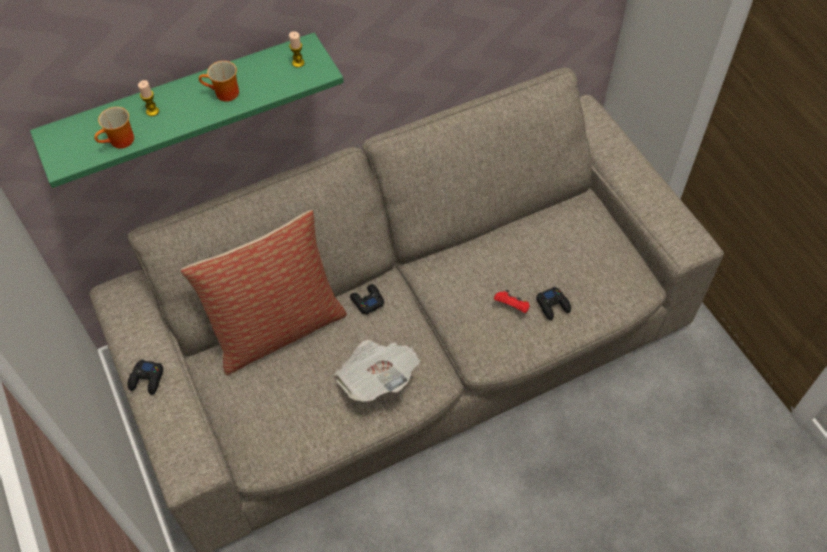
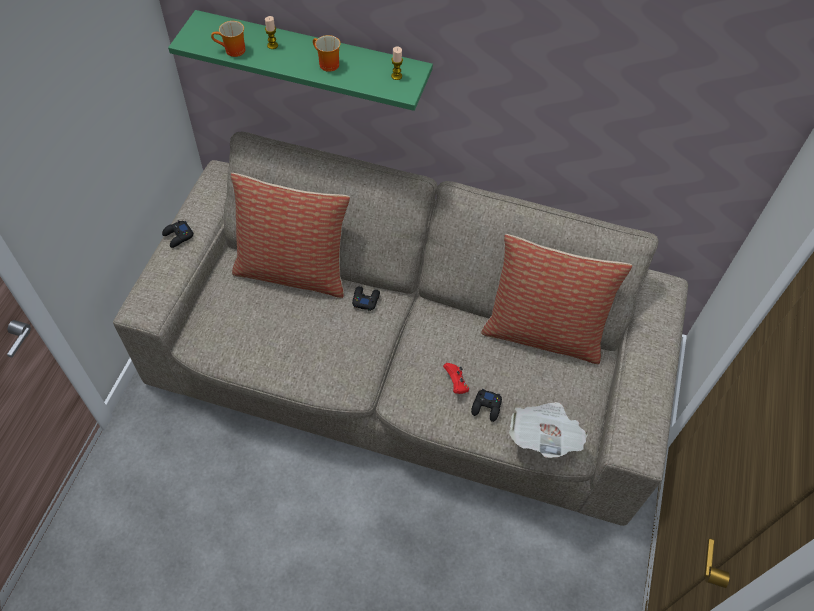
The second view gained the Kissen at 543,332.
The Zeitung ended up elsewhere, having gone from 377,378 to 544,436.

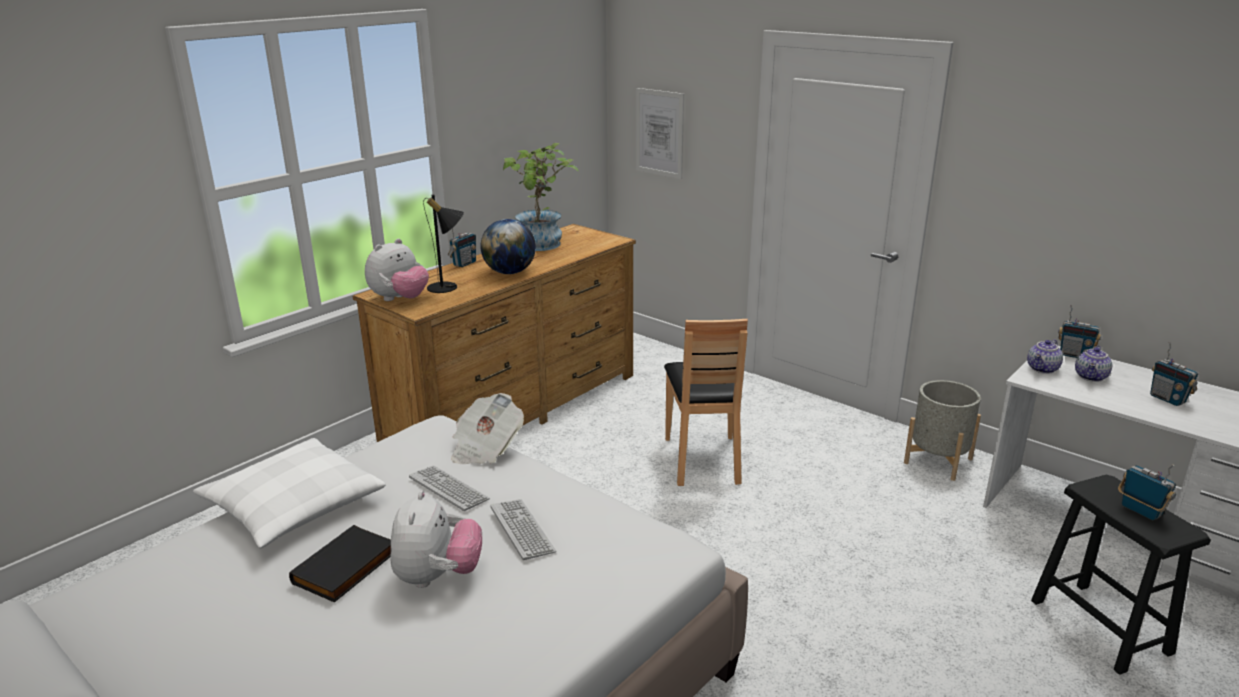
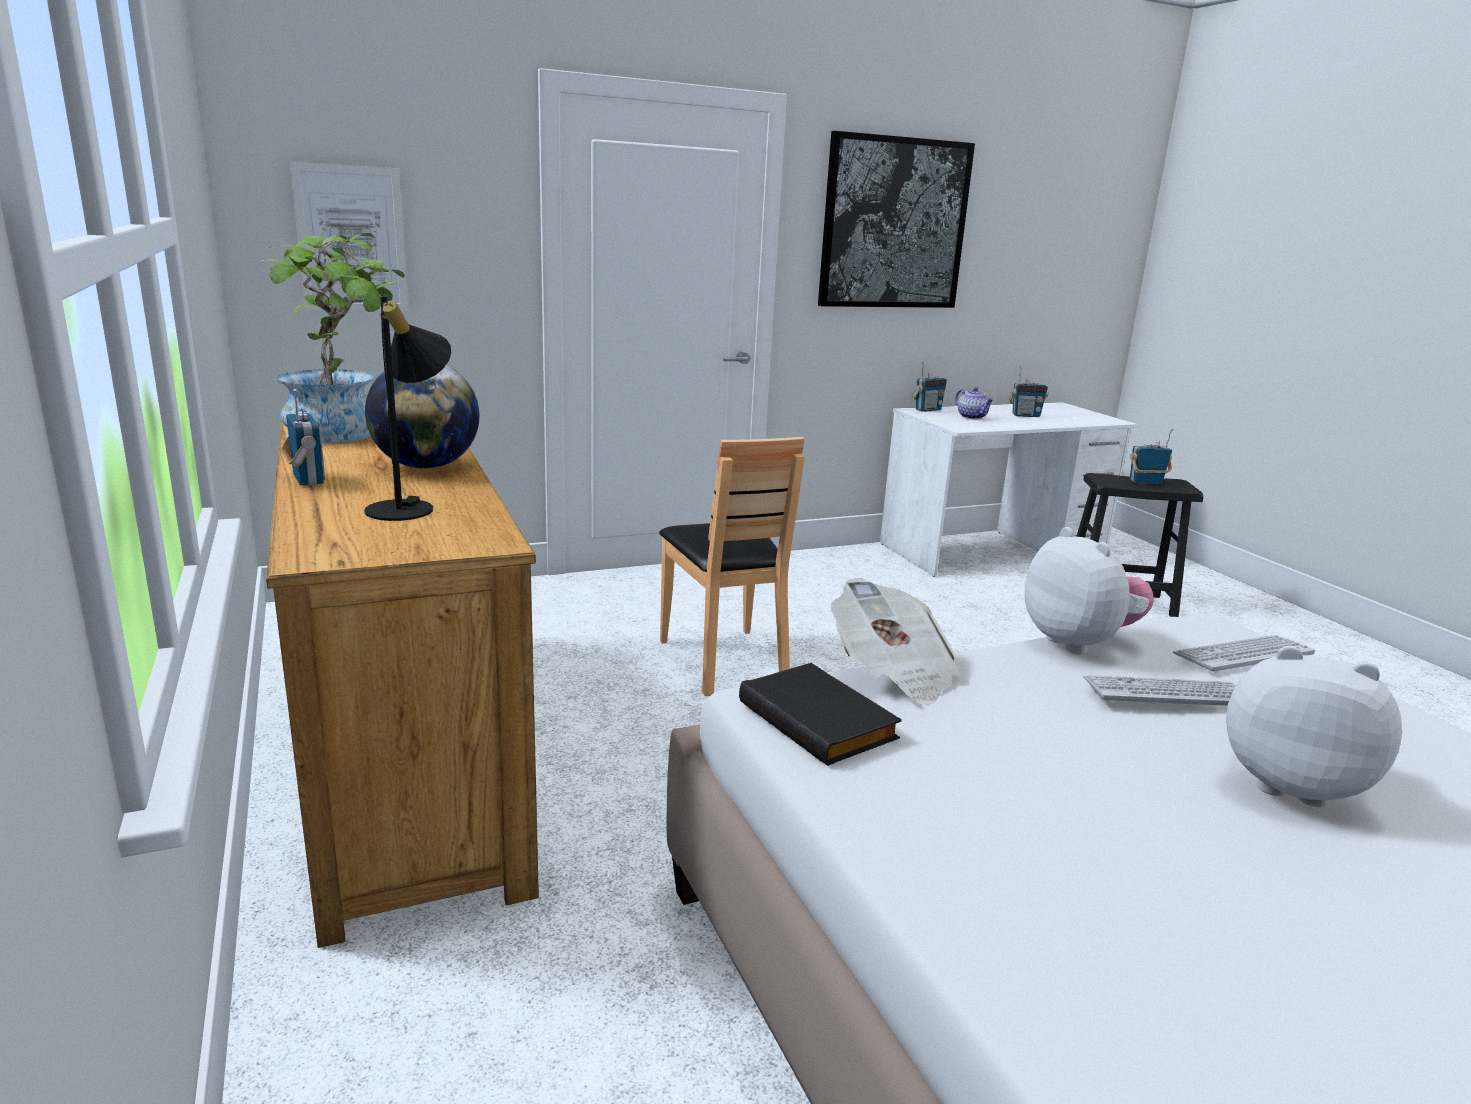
The second view lost the Kissen (weiß) at 293,505.
The second view lost the Pflanzkübel (grau) at 938,461.
The second view lost the Teekanne at 1043,369.
The second view gained the Bild at 894,224.
The Buch (schwarz) ended up elsewhere, having gone from 346,568 to 820,719.
The Plüschtier ended up elsewhere, having gone from 399,299 to 1078,642.
The Tastatur ended up elsewhere, having gone from 448,489 to 1243,655.
The Stuhl (braun) at 703,459 ended up facing another way, 45 degrees clockwise from before.

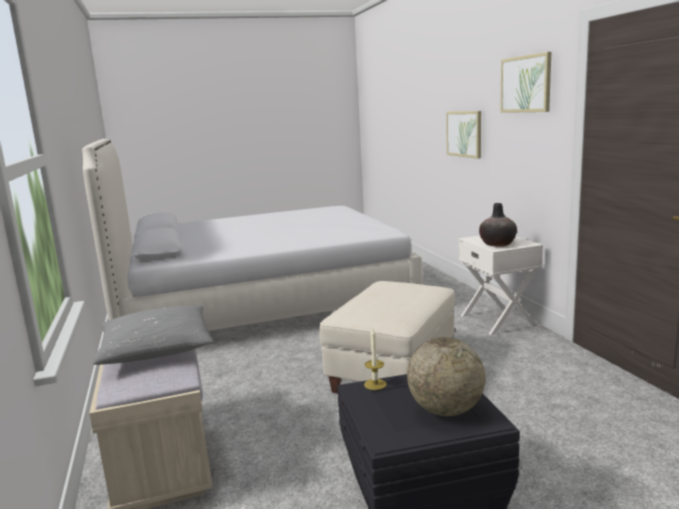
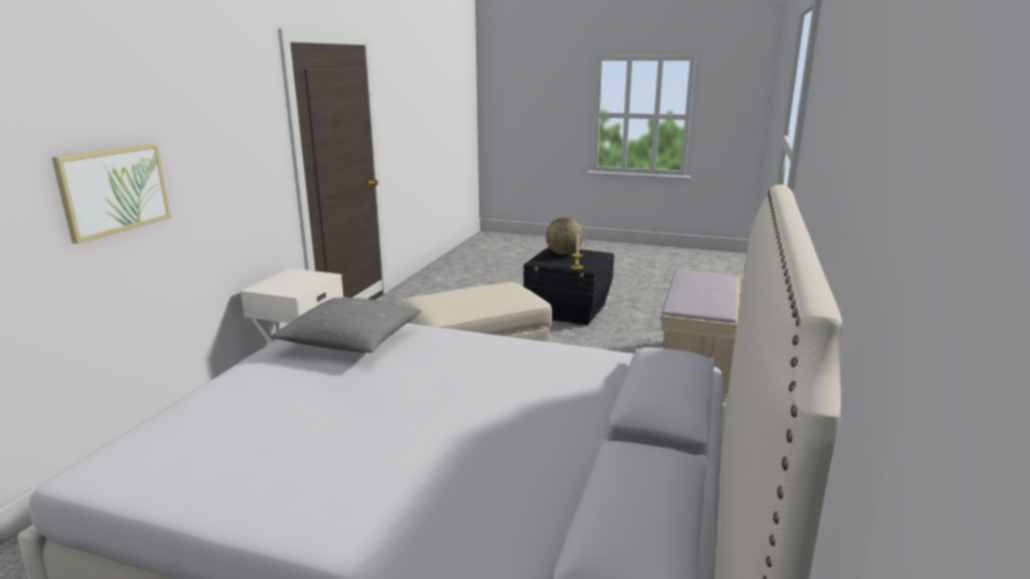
The second view lost the Vase at 497,244.
The second view lost the Bild at 526,84.
The Kissen (grau) ended up elsewhere, having gone from 156,349 to 351,340.

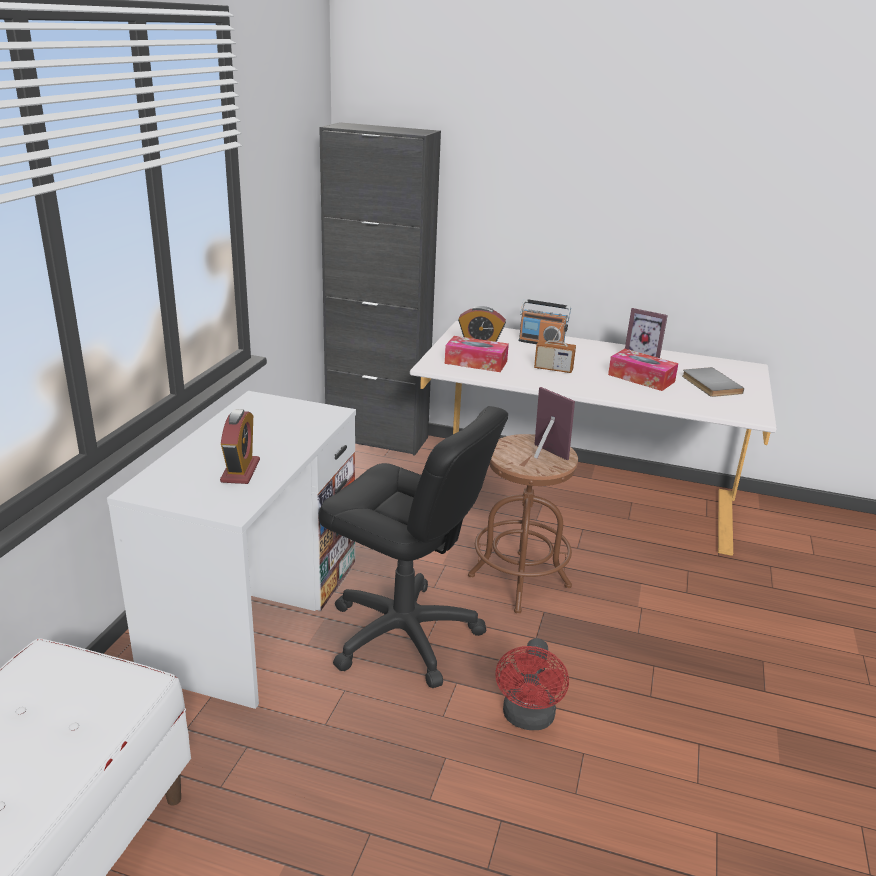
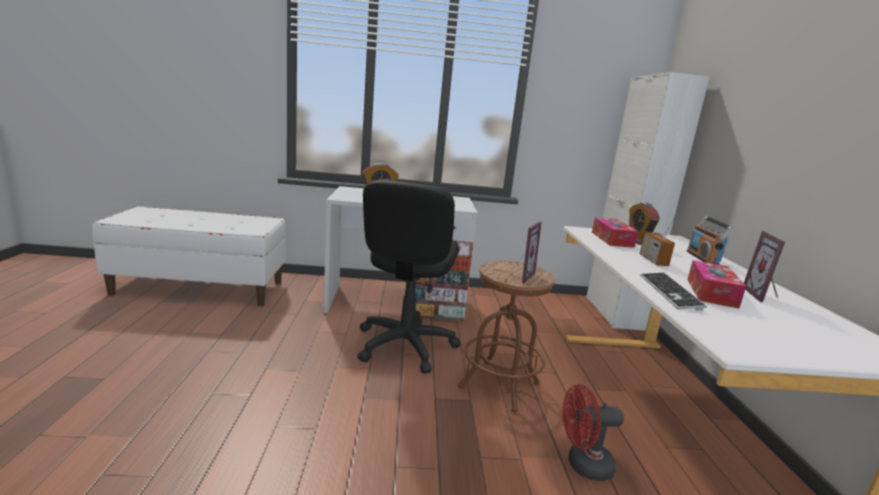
The second view lost the Buch (grau) at 709,384.
The second view gained the Tastatur at 669,292.
The Ventilator (rot) ended up elsewhere, having gone from 528,719 to 583,465.
What was the Schrank (schwarz) at 377,438 turned into the Schrank (weiß) at 613,312.

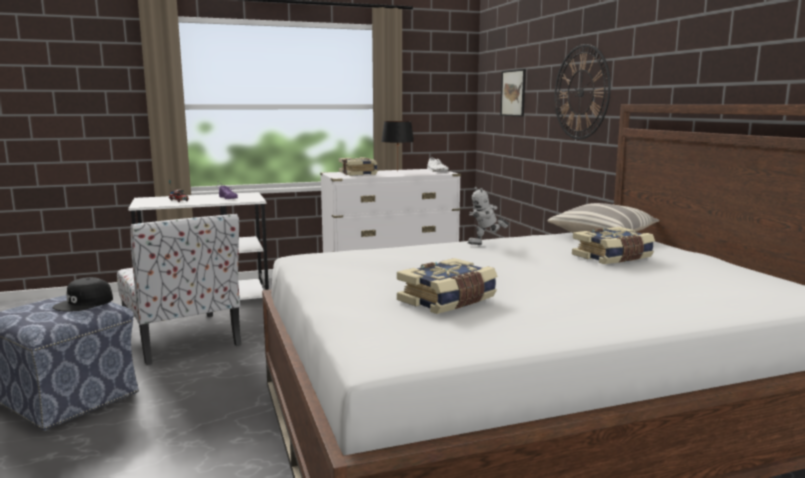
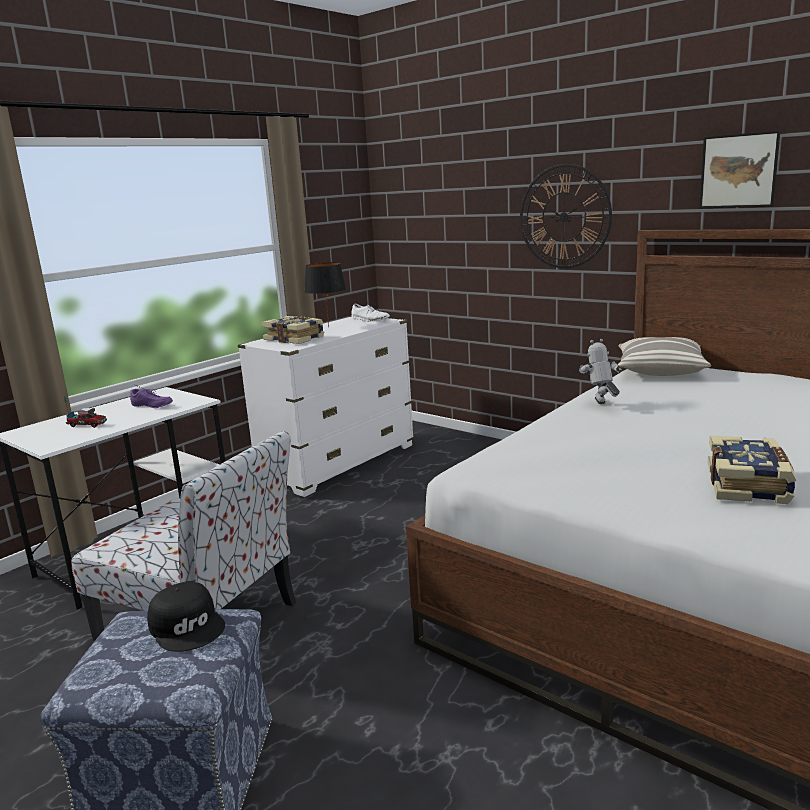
The second view lost the Buch at 613,257.
The Bild ended up elsewhere, having gone from 513,93 to 738,171.
The Kappe (schwarz) at 84,303 ended up facing another way, 45 degrees counterclockwise from before.
The Spielzeugroboter at 486,244 ended up facing another way, 135 degrees clockwise from before.

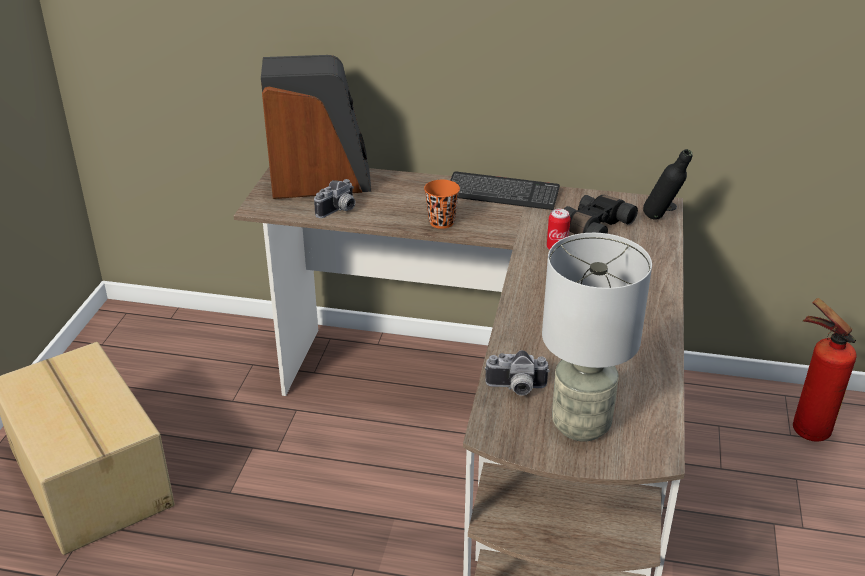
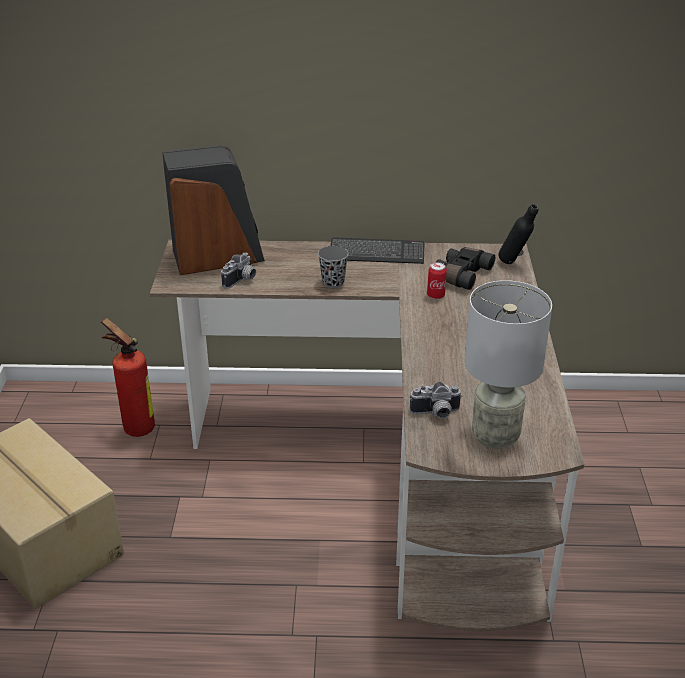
The Feuerlöscher ended up elsewhere, having gone from 805,428 to 135,427.
What was the Tasse (orange) at 441,222 turned into the Tasse (grau) at 333,282.

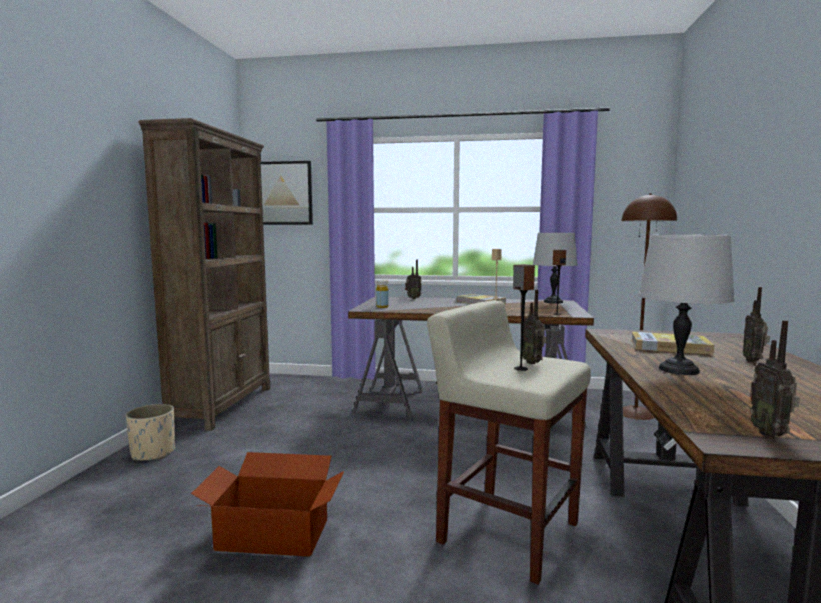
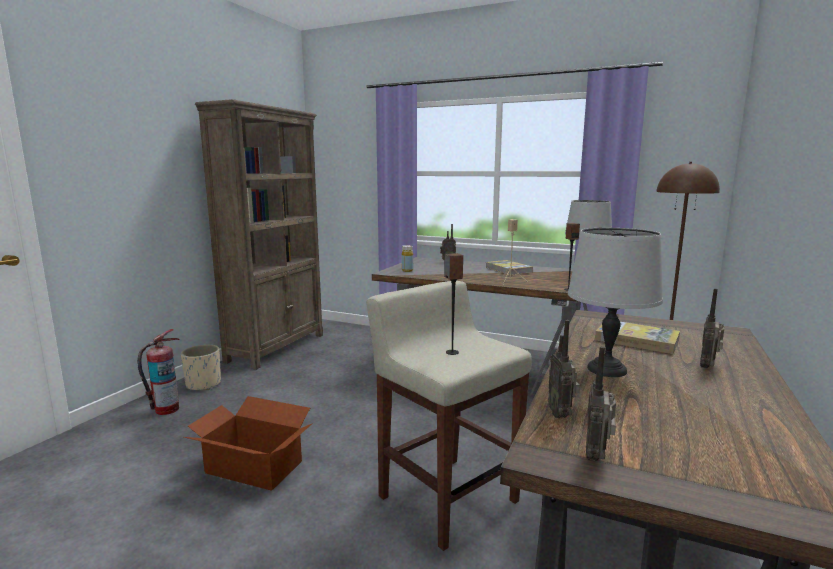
The second view lost the Bild at 282,193.
The second view gained the Feuerlöscher at 166,409.
The Radio ended up elsewhere, having gone from 533,362 to 561,414.

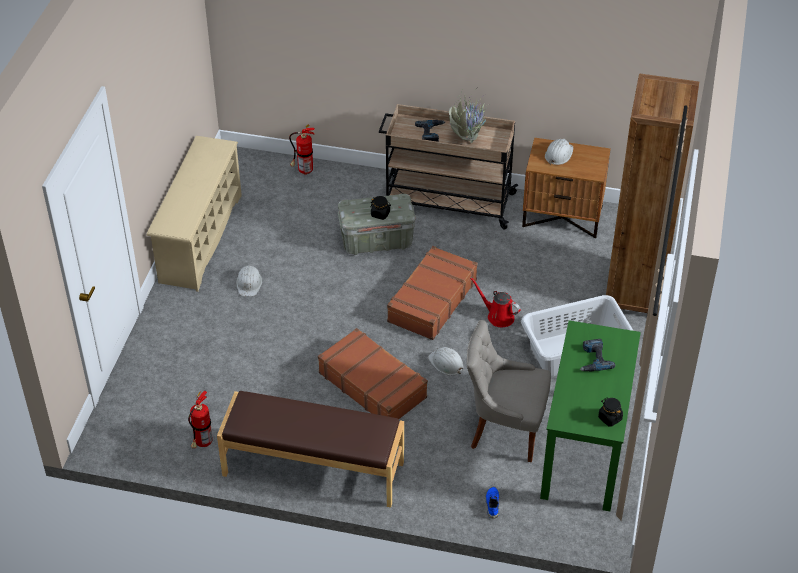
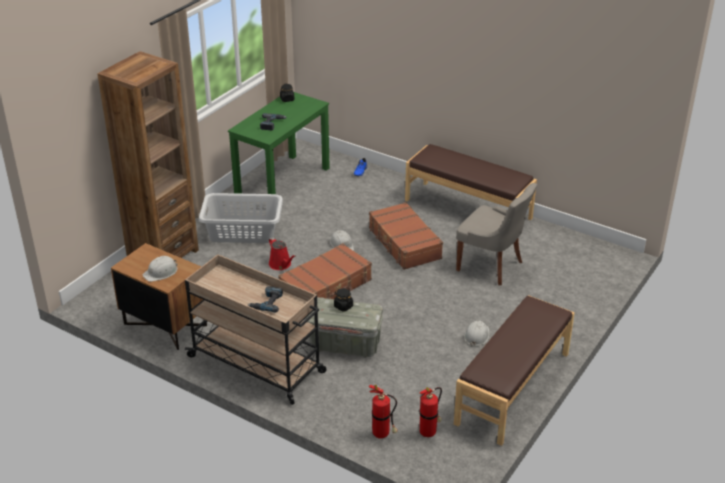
The second view lost the Topfpflanze at 468,139.
The Feuerlöscher ended up elsewhere, having gone from 202,444 to 429,432.
The Stuhl (grau) ended up elsewhere, having gone from 504,430 to 491,266.
Where the Schuhregal (beige) stood at 199,238, the Bank (braun) came to stand at 514,388.

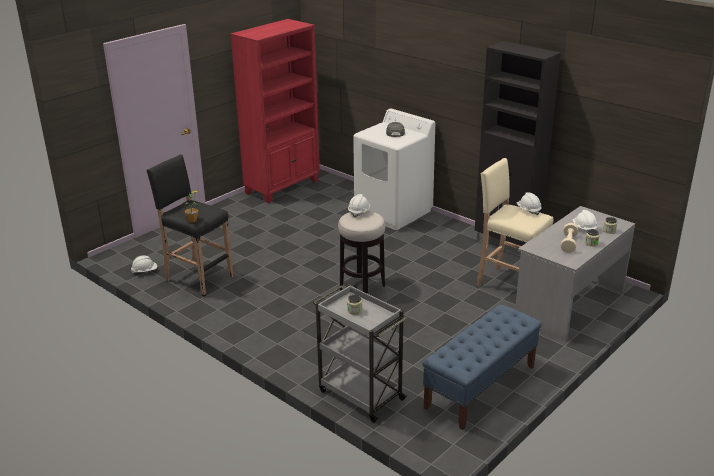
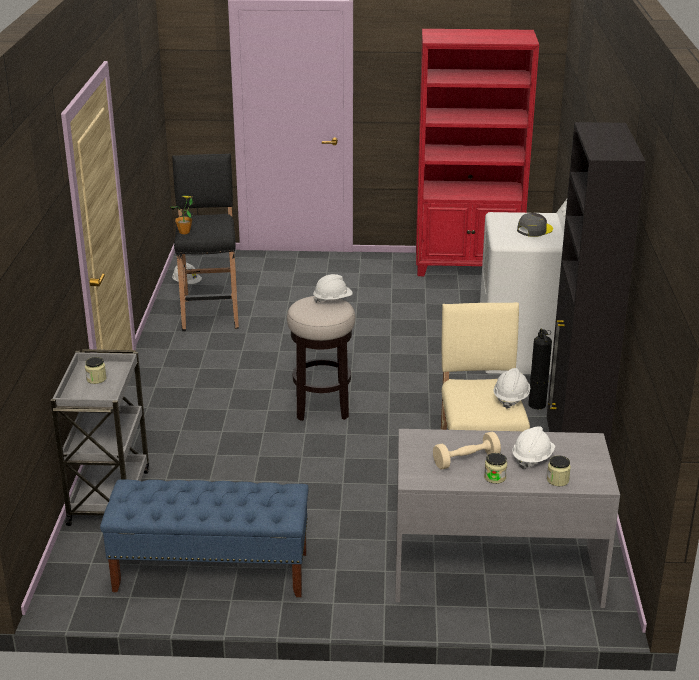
The second view gained the Feuerlöscher at 536,404.

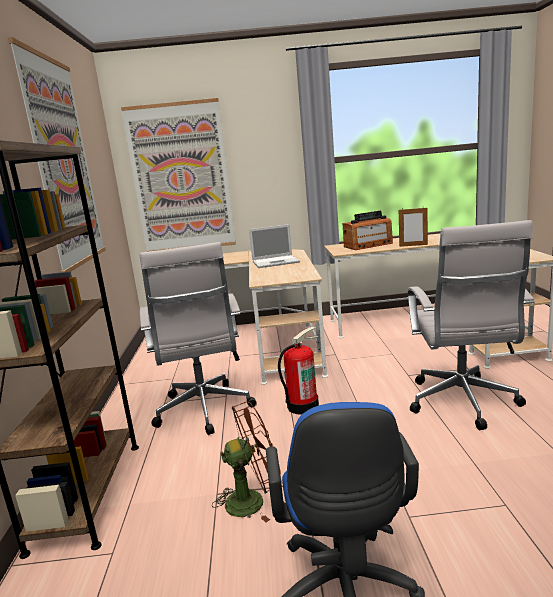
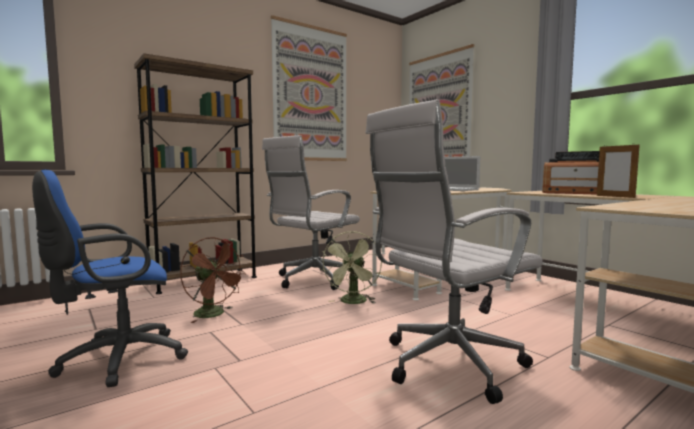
Where the Feuerlöscher stood at 302,406, the Ventilator (grün) came to stand at 353,302.

